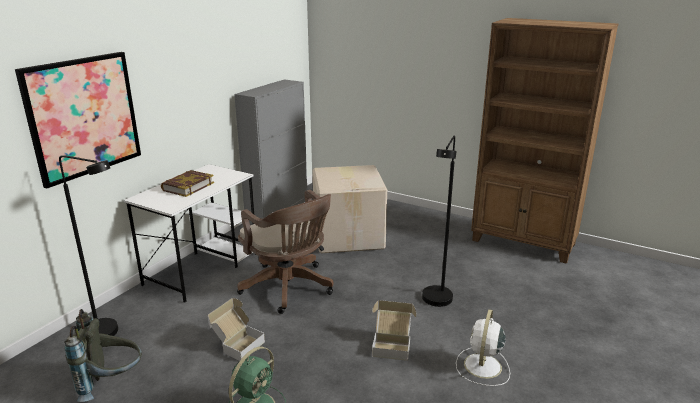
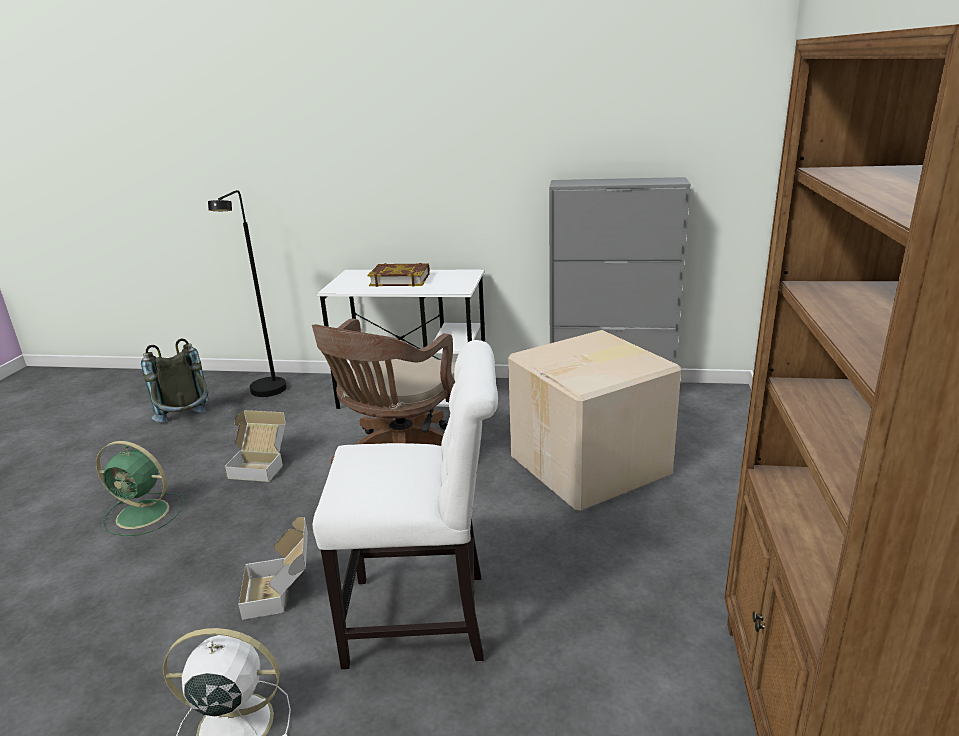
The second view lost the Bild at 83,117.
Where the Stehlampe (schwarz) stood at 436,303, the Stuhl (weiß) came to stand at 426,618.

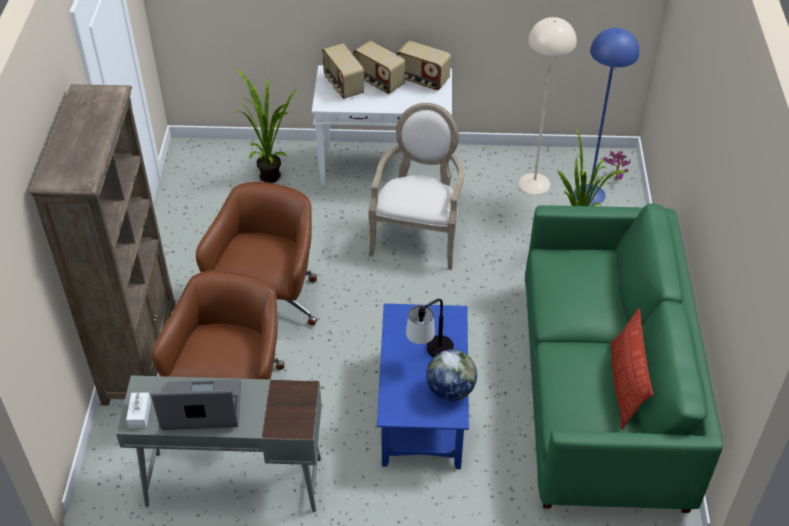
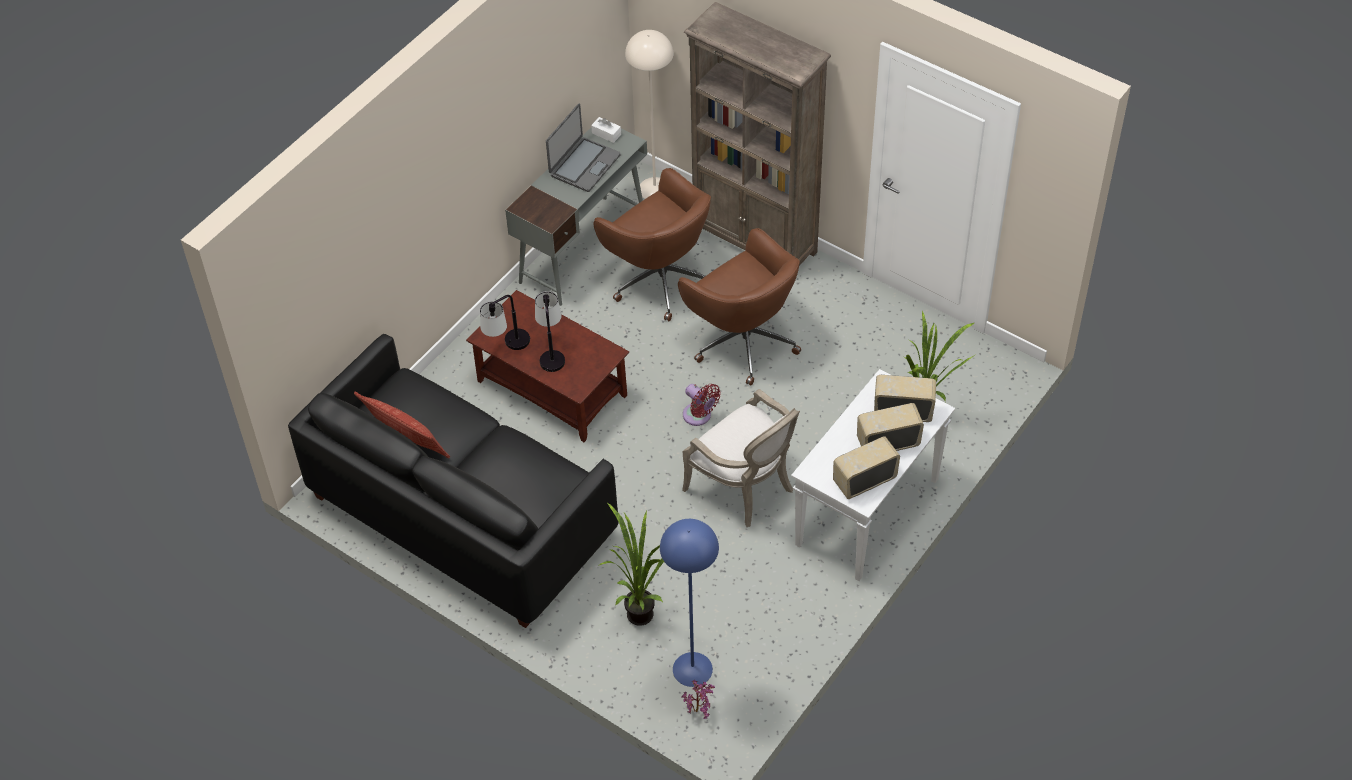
The second view gained the Ventilator (rot) at 699,416.
The Stehlampe (beige) ended up elsewhere, having gone from 534,183 to 654,189.
Where the Globus stood at 450,390, the Tischlampe came to stand at 507,347.
What was the Couchtisch (blau) at 423,408 turned into the Couchtisch (braun) at 551,388.
What was the Sofa (grün) at 602,392 turned into the Sofa (schwarz) at 461,515.

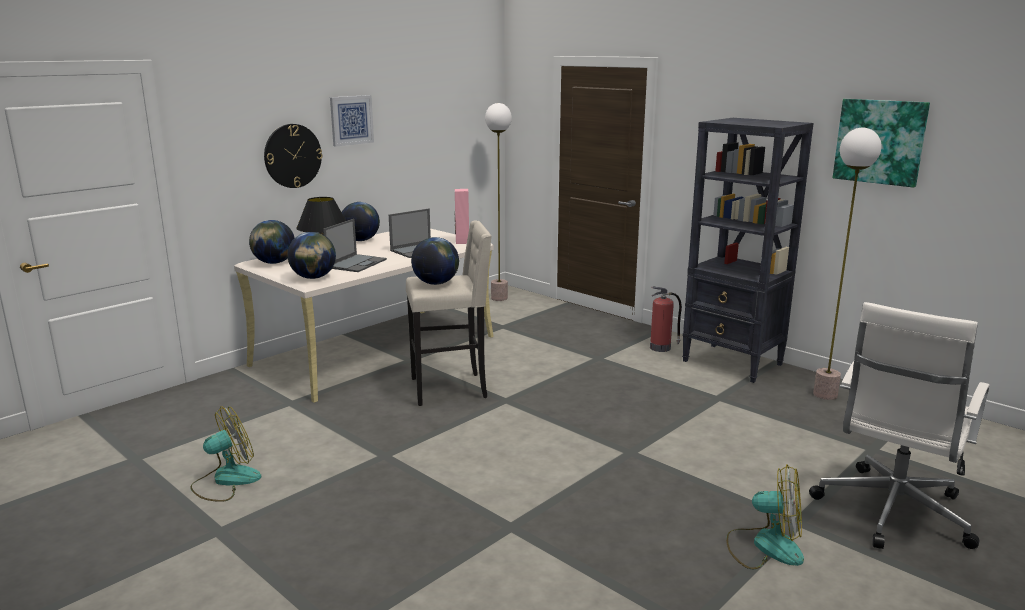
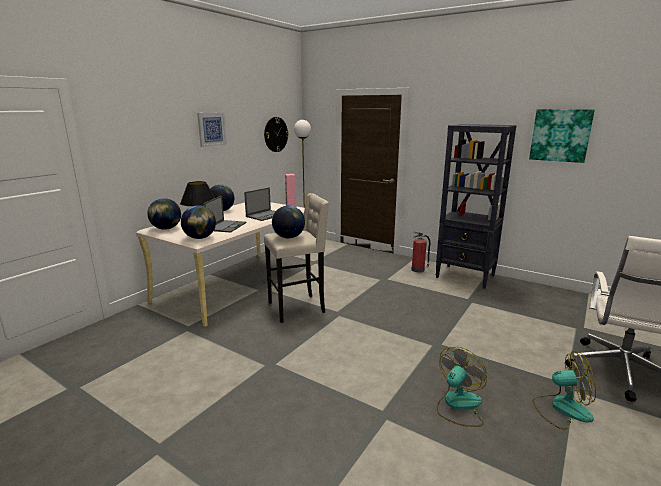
The second view lost the Stehlampe at 825,394.
The Ventilator ended up elsewhere, having gone from 226,480 to 458,405.
The Wanduhr ended up elsewhere, having gone from 292,156 to 275,134.

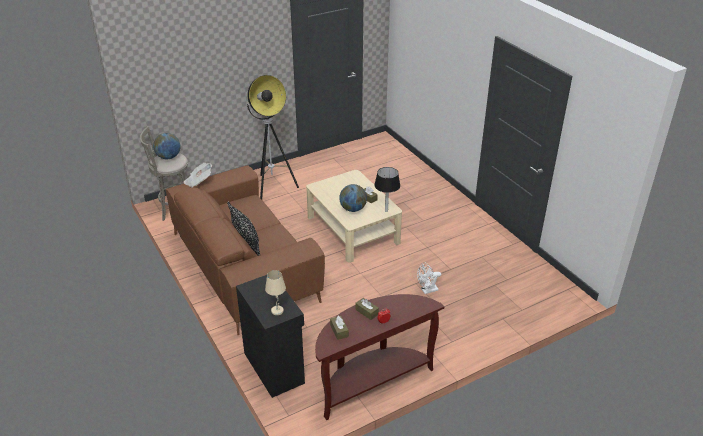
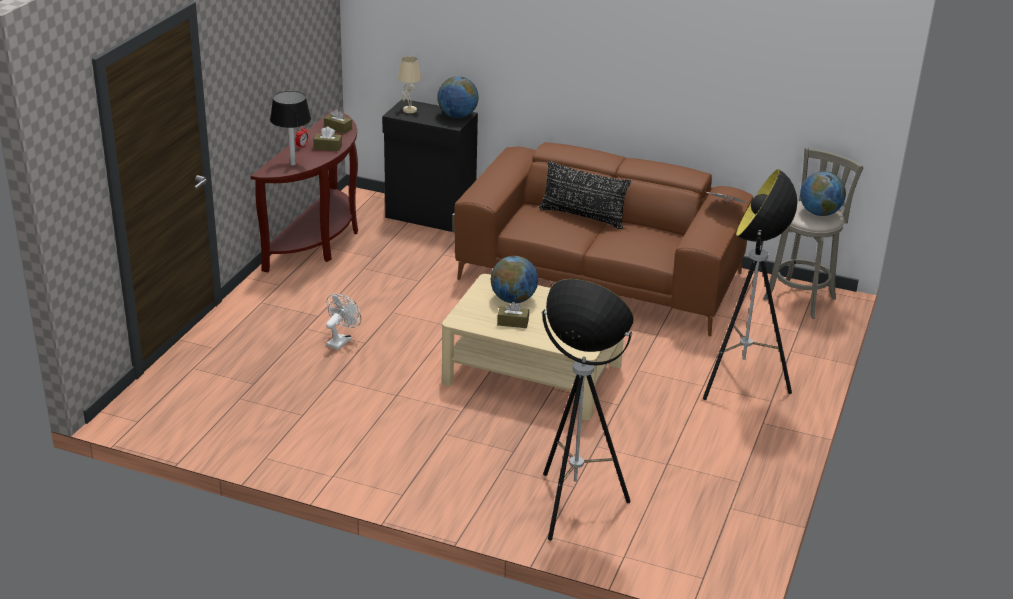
The second view gained the Globus at 457,116.
The second view gained the Stehlampe at 572,507.
The Tischlampe (schwarz) ended up elsewhere, having gone from 386,211 to 292,164.

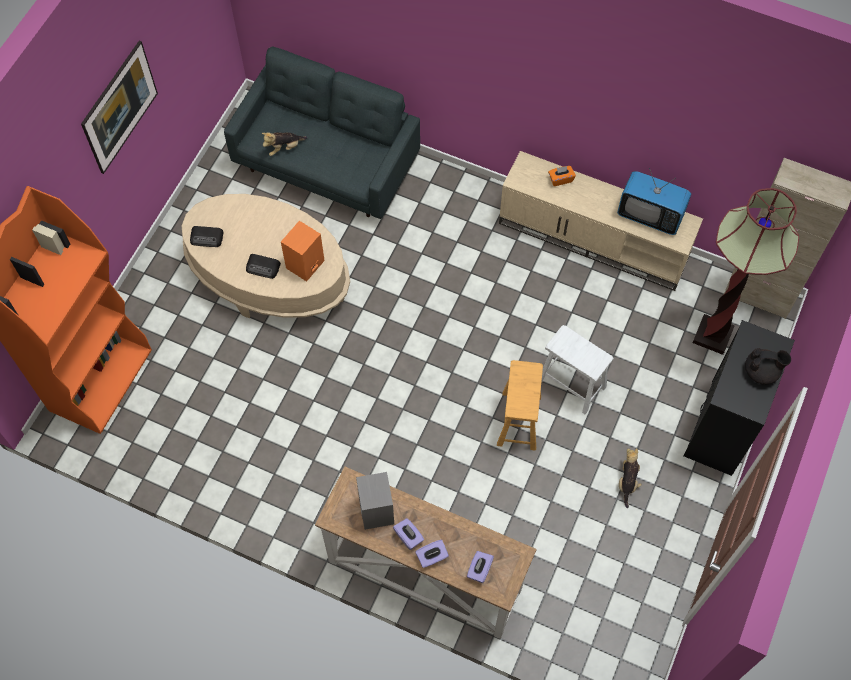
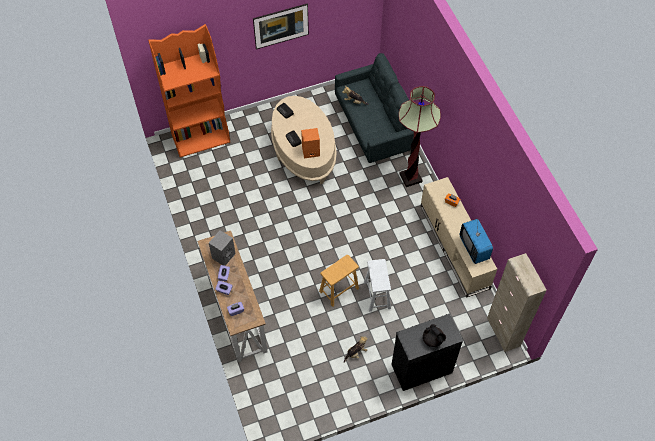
The Stehlampe ended up elsewhere, having gone from 713,335 to 410,178.

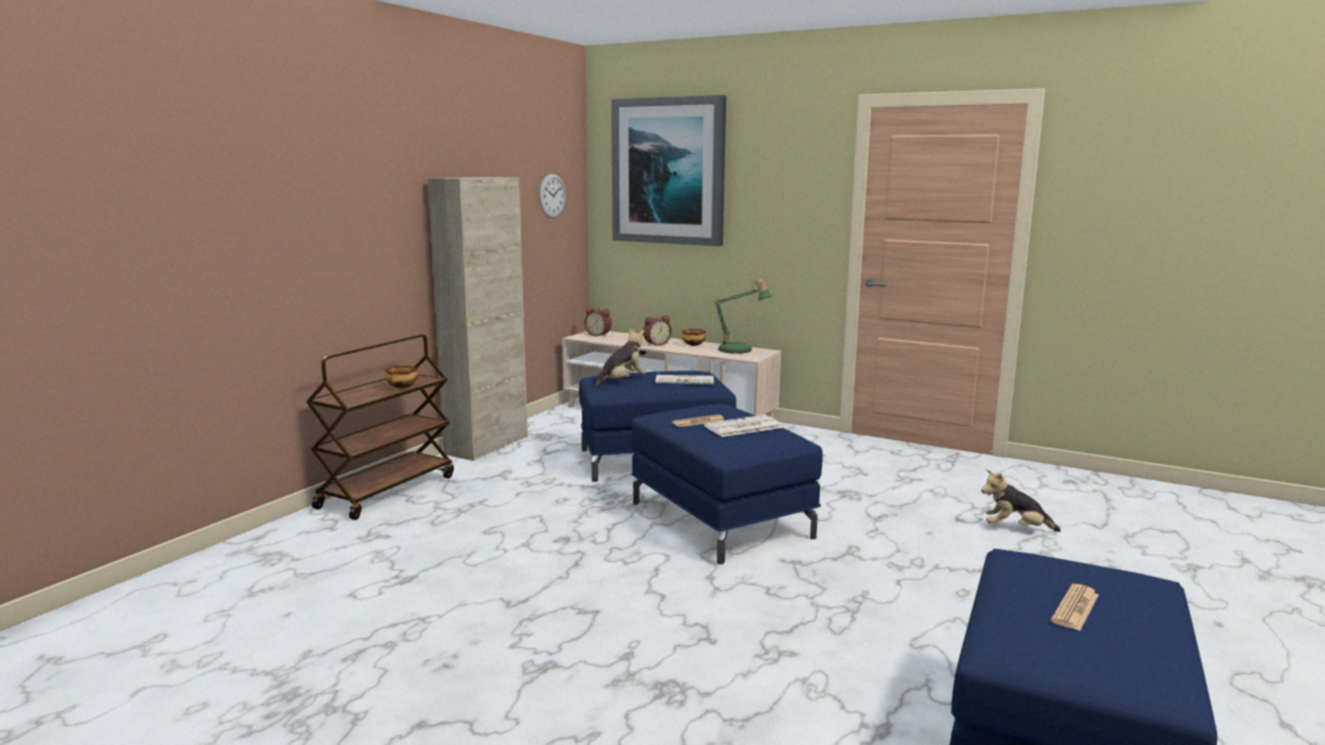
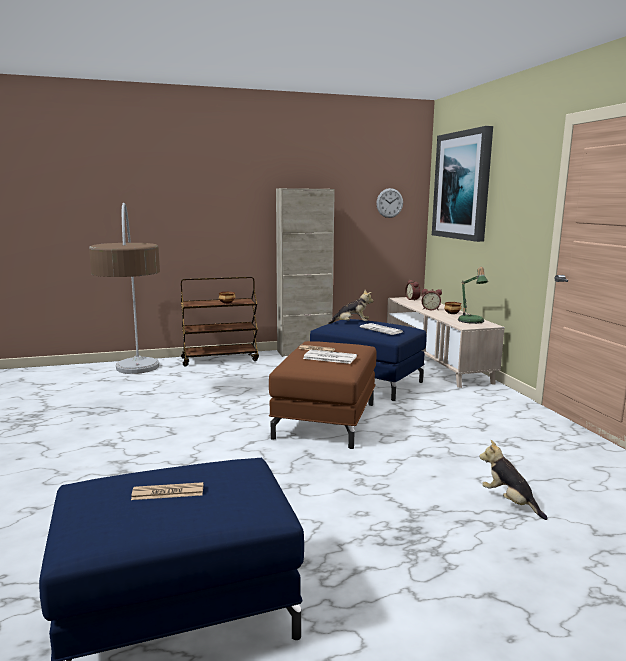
The second view gained the Stehlampe at 136,385.
What was the Polsterhocker (blau) at 719,520 turned into the Polsterhocker (braun) at 325,420.

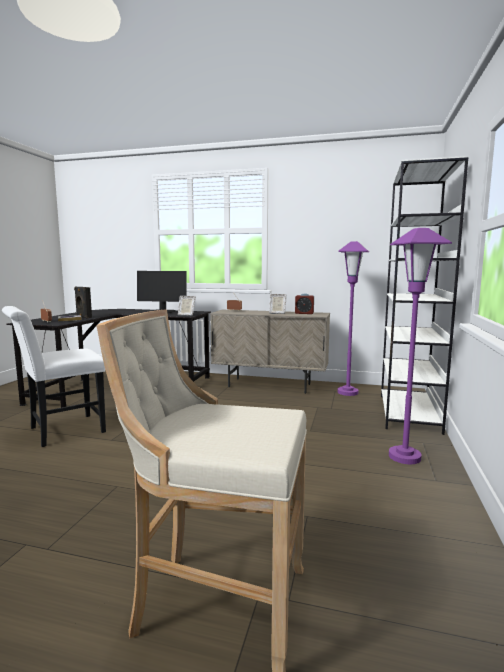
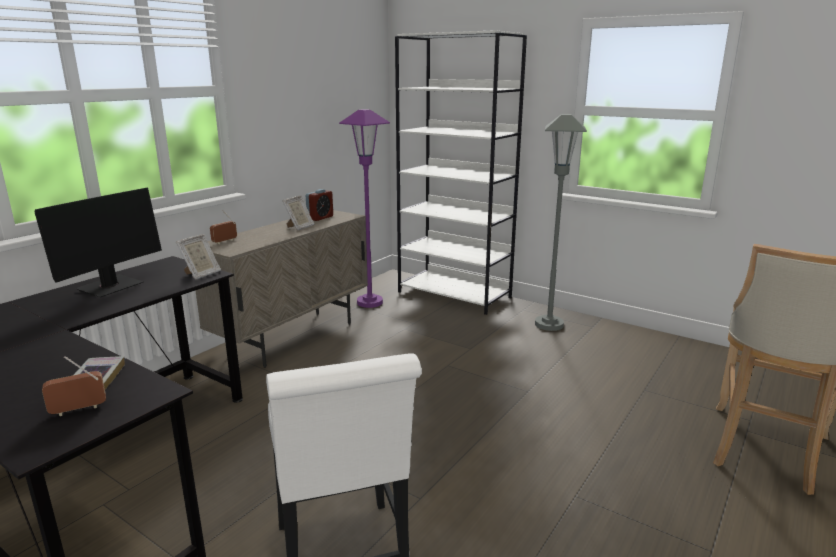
The second view lost the Lautsprecher (schwarz) at 83,317.
What was the Stehlampe (lila) at 404,457 turned into the Stehlampe (grau) at 549,325.

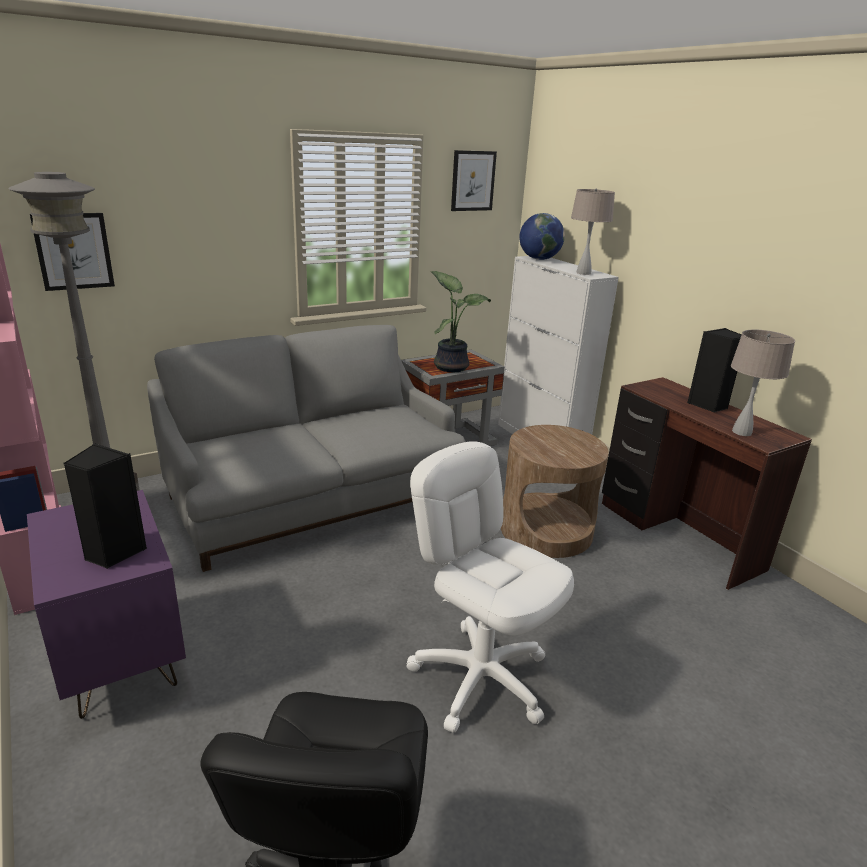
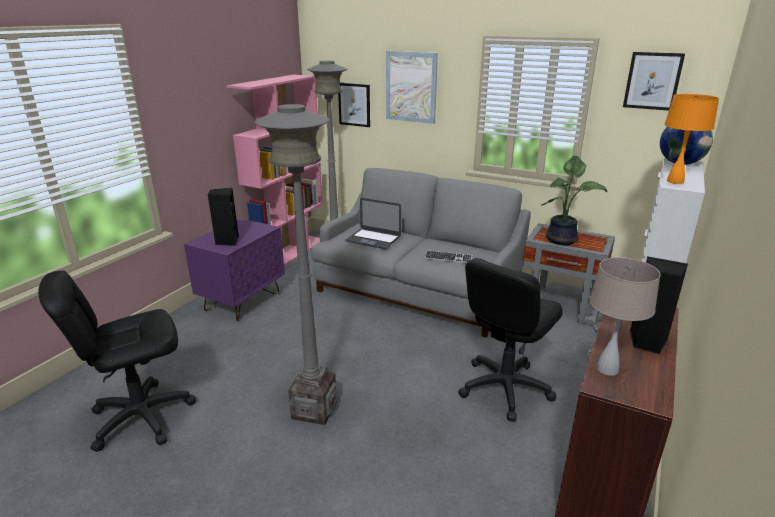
The second view gained the Laptop at 373,239.
The second view gained the Bild at 411,87.
The second view gained the Tastatur at 448,258.
Where the Bürostuhl (weiß) stood at 480,677, the Stehlampe (grau) came to stand at 314,409.
Where the Beistelltisch (braun) stood at 546,530, the Bürostuhl (schwarz) came to stand at 504,388.
What was the Tischlampe (beige) at 583,273 turned into the Tischlampe (orange) at 675,181.

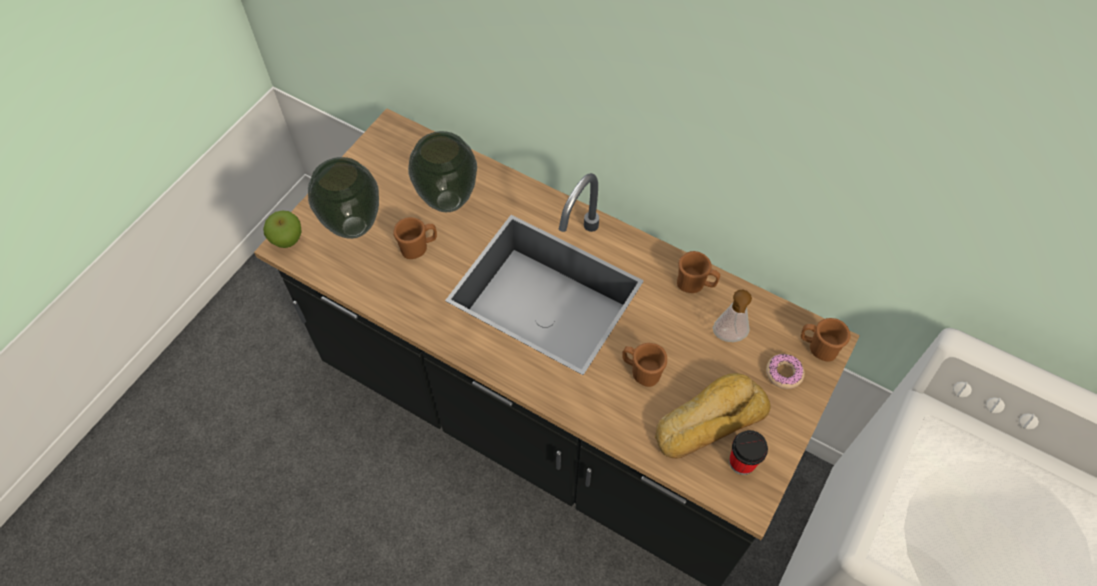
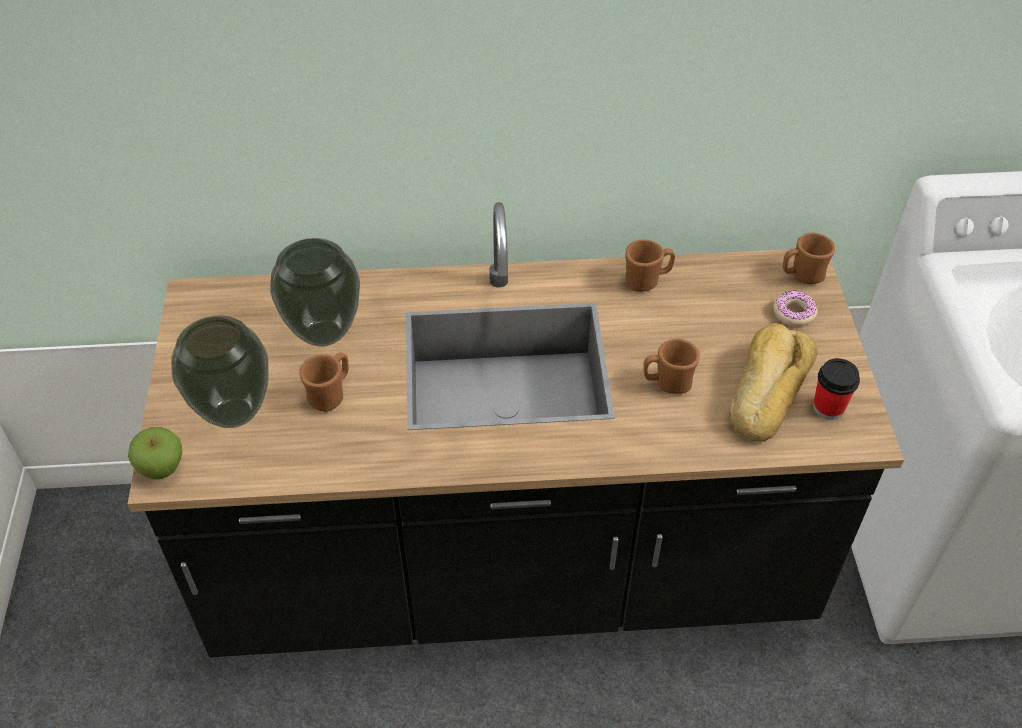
The second view lost the Seifenspender at 728,338.

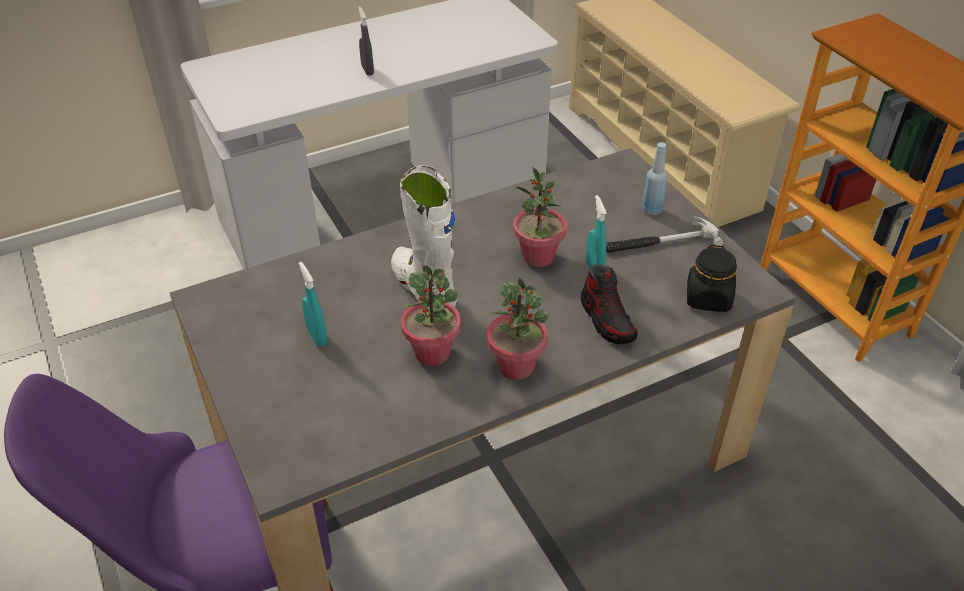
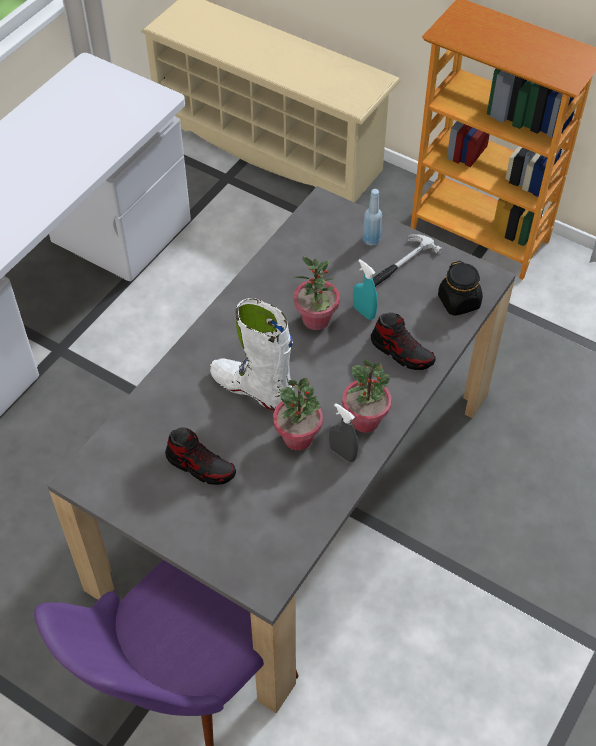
The Sprühflasche (grau) ended up elsewhere, having gone from 367,70 to 342,453.
Where the Sprühflasche (türkis) stood at 317,336, the Schuh came to stand at 201,466.

